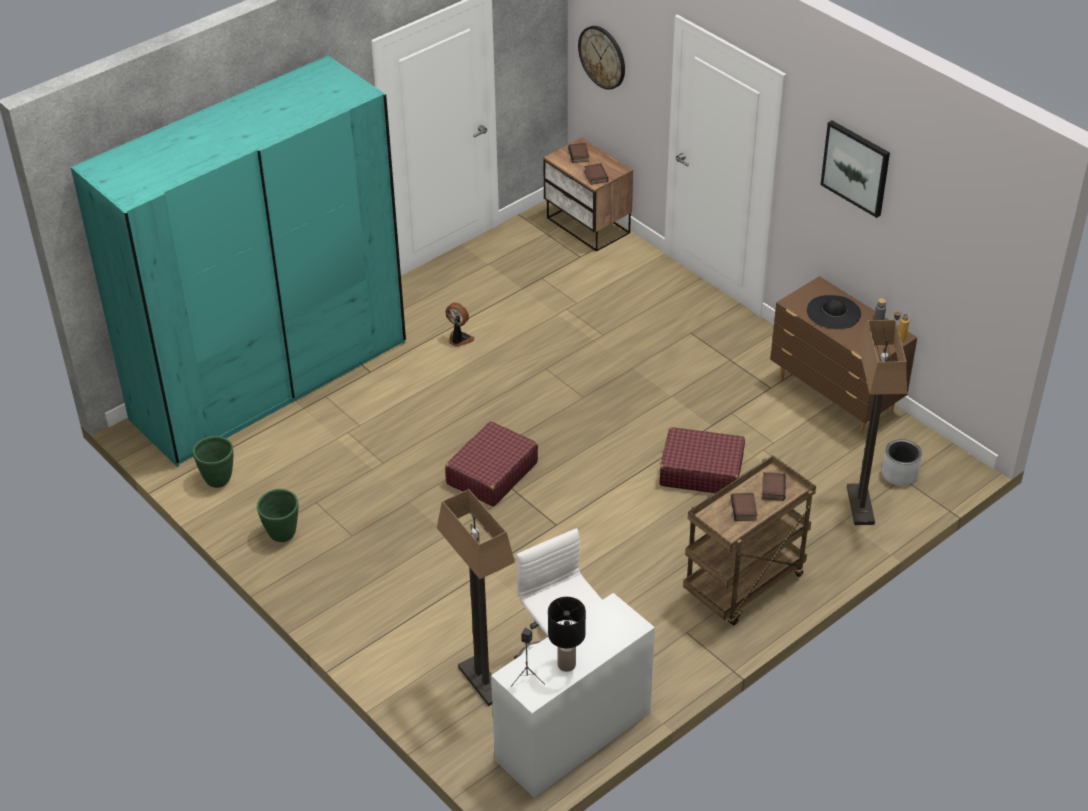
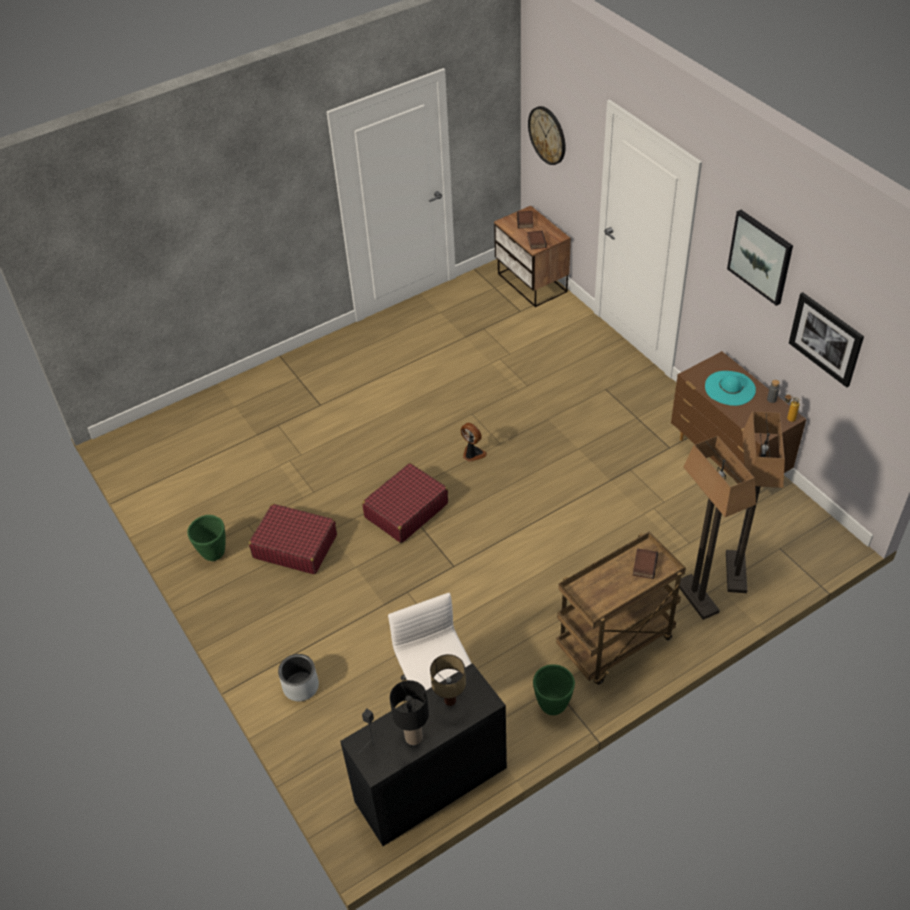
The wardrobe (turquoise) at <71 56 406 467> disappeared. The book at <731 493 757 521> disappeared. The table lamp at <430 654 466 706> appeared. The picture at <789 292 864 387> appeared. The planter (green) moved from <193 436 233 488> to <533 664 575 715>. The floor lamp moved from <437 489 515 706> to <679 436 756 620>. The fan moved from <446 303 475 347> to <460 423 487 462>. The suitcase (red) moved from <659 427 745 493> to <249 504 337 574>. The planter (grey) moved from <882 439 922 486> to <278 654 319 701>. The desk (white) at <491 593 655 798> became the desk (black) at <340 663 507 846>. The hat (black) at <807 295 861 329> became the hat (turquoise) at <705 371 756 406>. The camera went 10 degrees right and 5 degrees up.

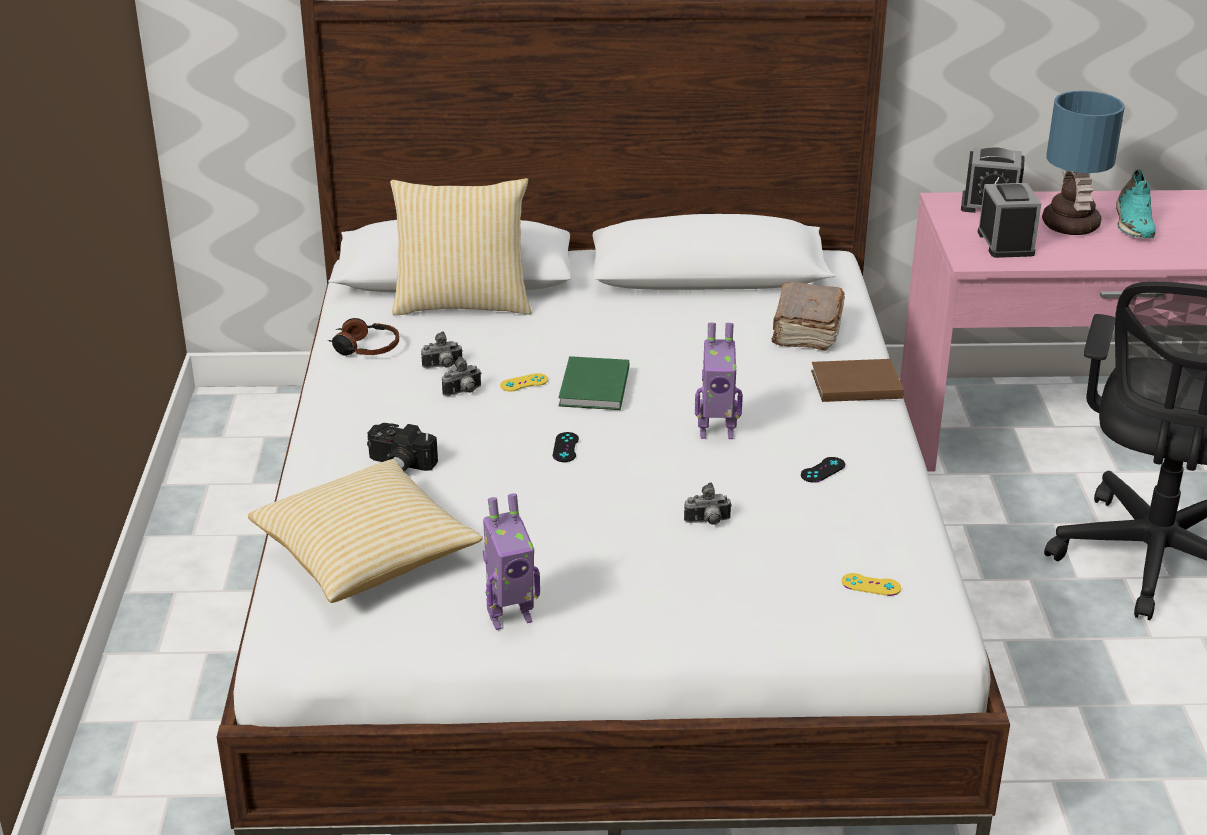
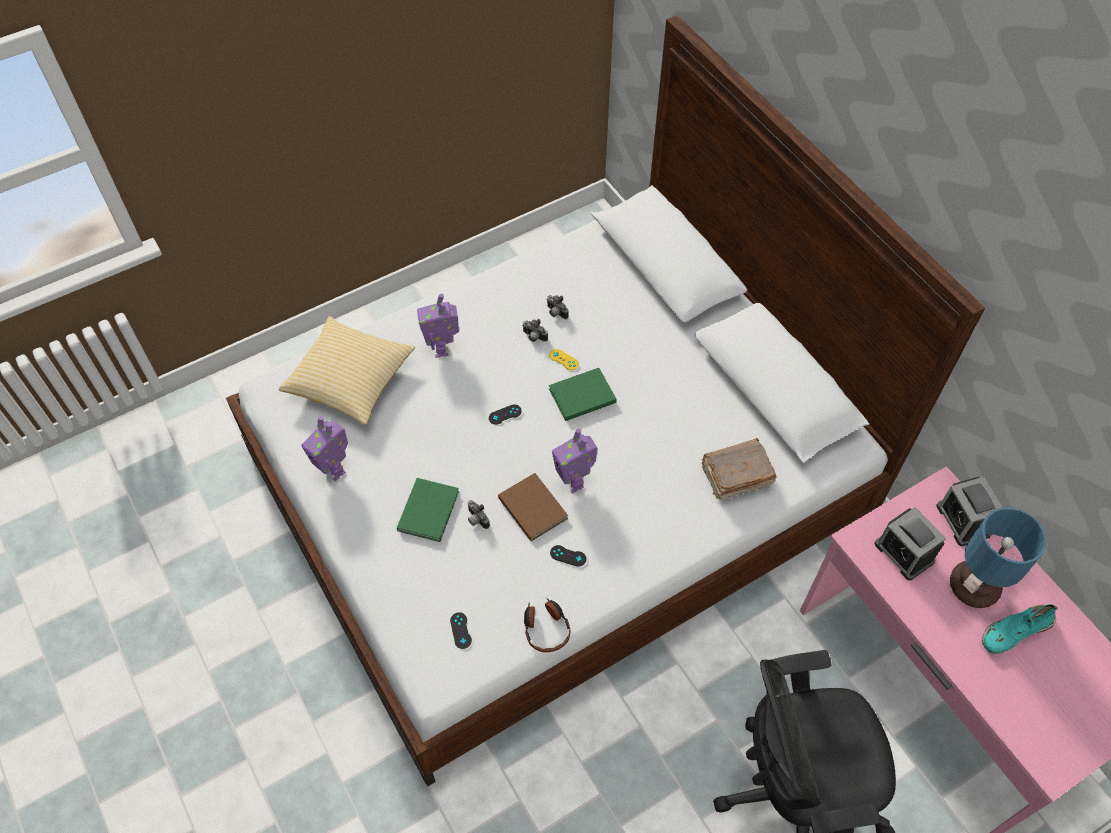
The pillow at <390 178 532 316> disappeared. The book (green) at <397 478 459 542> appeared. The headphones moved from <328 318 399 356> to <524 598 571 652>. The book (brown) moved from <811 359 904 402> to <498 473 568 541>. The photo camera at <367 423 438 472> was replaced by the toy robot at <417 294 459 358>. The game controller (yellow) at <841 573 901 596> became the game controller (black) at <450 612 472 649>. The alarm clock at <977 183 1041 258> turned 90 degrees clockwise. The camera went 60 degrees right and 25 degrees up.

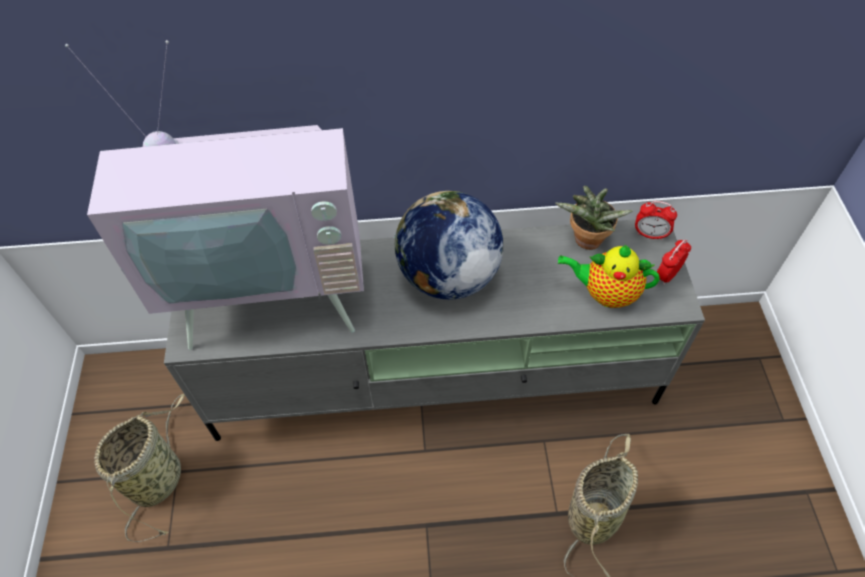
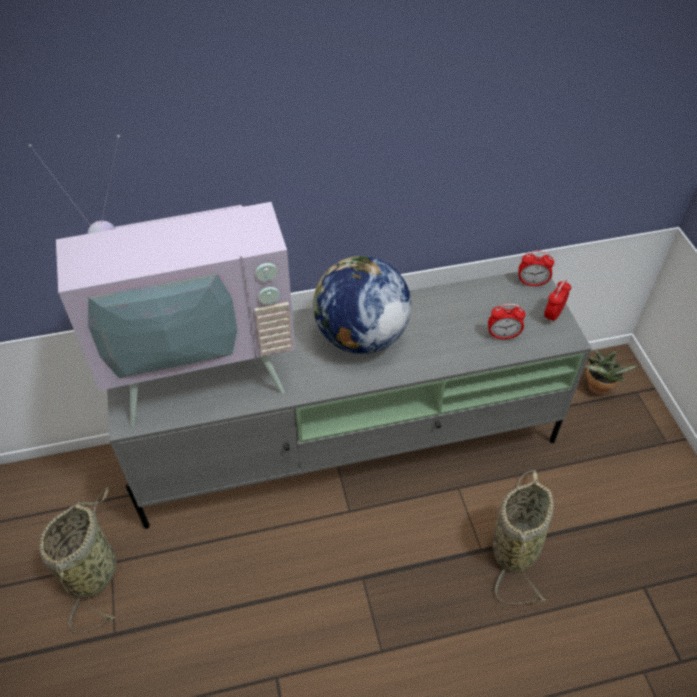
The potted plant moved from <555 186 633 250> to <586 349 638 395>. The teapot at <558 245 660 308> was replaced by the alarm clock at <488 304 525 339>. The camera went 10 degrees left and 5 degrees down.

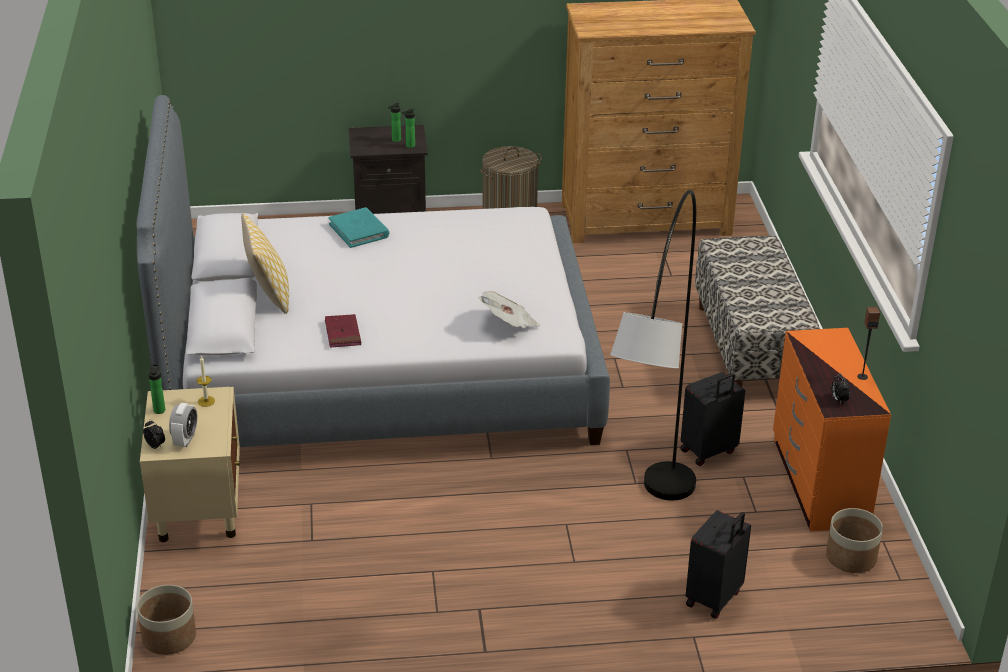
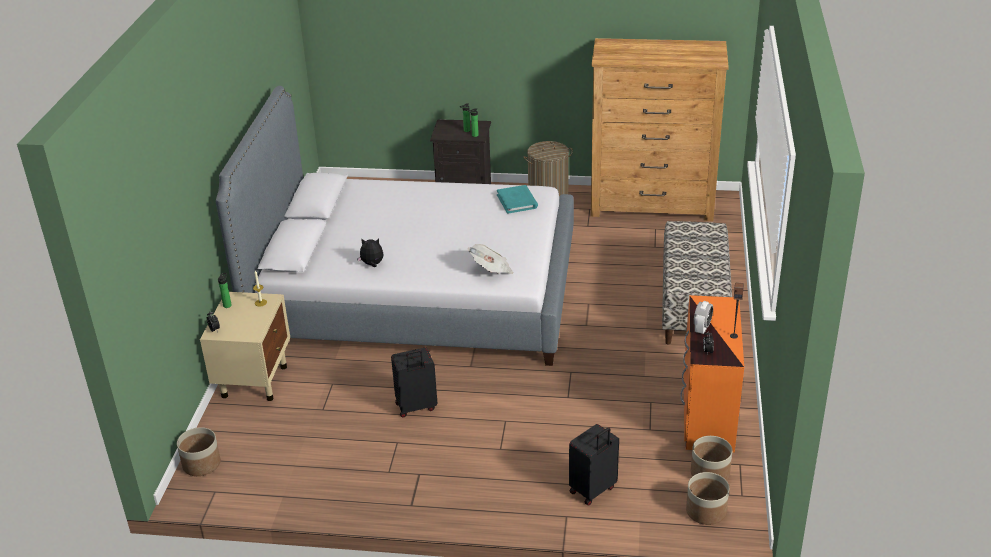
The pillow at <241 214 289 314> disappeared. The floor lamp (grey) at <610 190 696 501> disappeared. The planter at <686 472 729 525> appeared. The alarm clock moved from <169 403 197 447> to <694 301 713 334>. The book (turquoise) moved from <329 207 389 248> to <497 185 538 214>. The suitcase (black) moved from <680 372 745 466> to <391 347 438 418>. The book (red) at <325 314 361 348> was replaced by the plush toy at <357 238 383 267>. The camera went 15 degrees right and 0 degrees up.

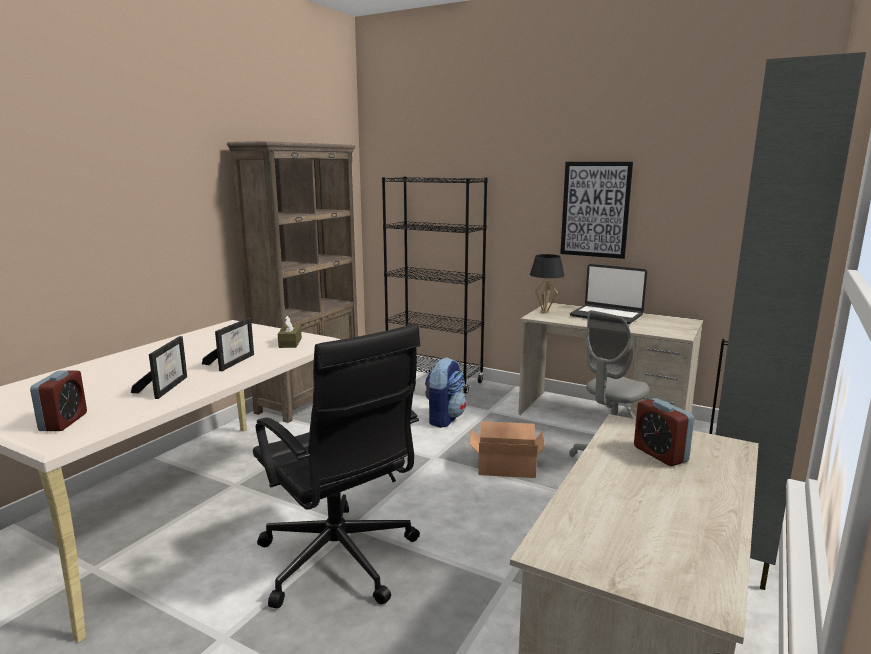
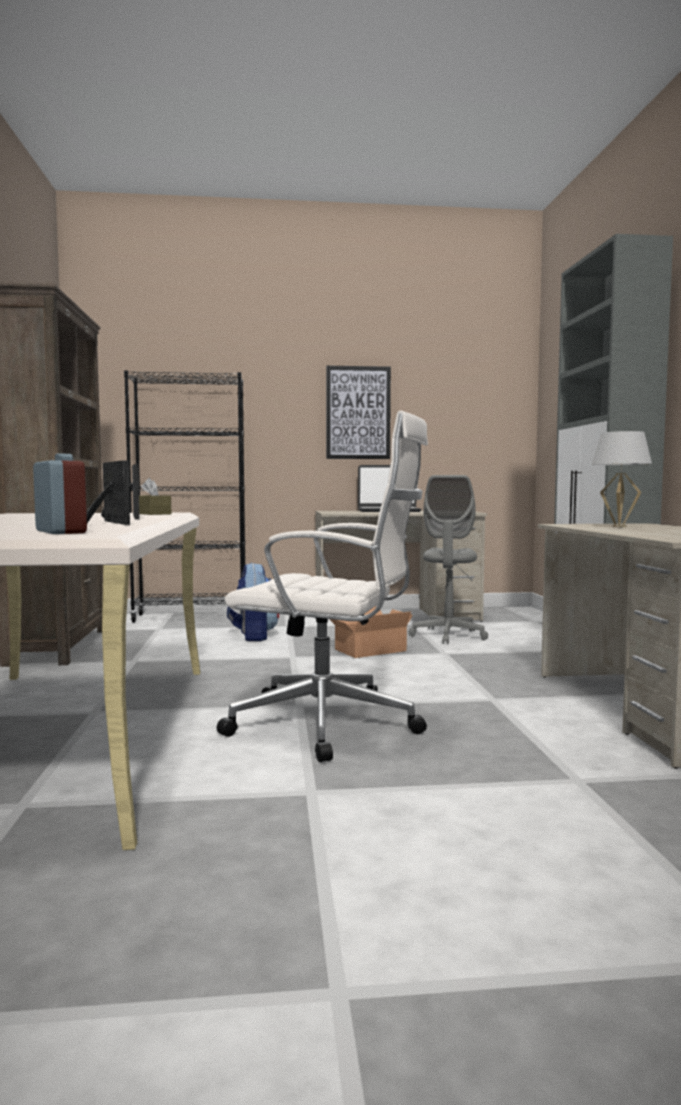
The table lamp (black) at <530 254 564 313> disappeared. The alarm clock at <634 398 694 466> was replaced by the table lamp (white) at <592 431 652 527>. The office chair (black) at <253 324 420 608> became the office chair (white) at <217 411 428 762>. The camera went 35 degrees left and 10 degrees down.

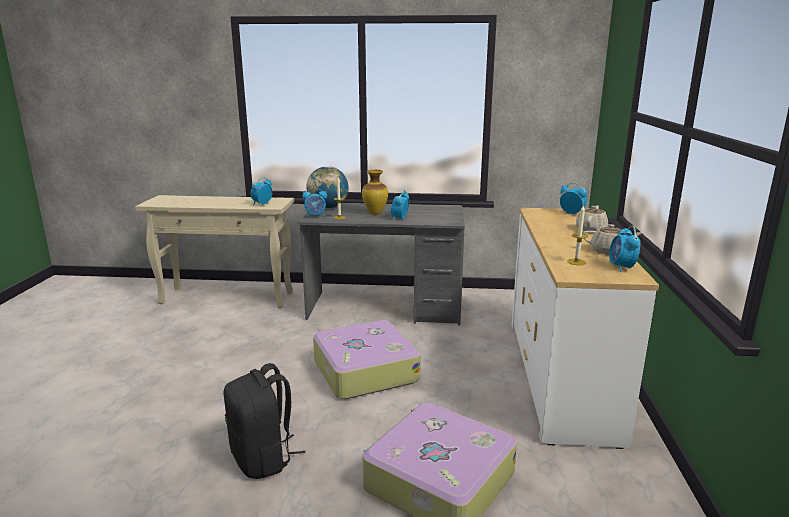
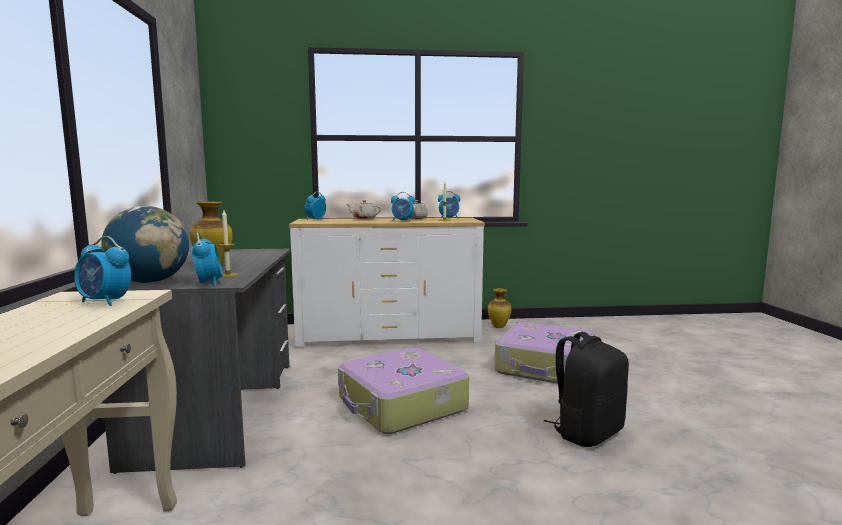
The vase at <488 288 511 328> appeared. The alarm clock moved from <391 190 409 221> to <391 192 415 221>. The camera went 100 degrees left and 10 degrees down.

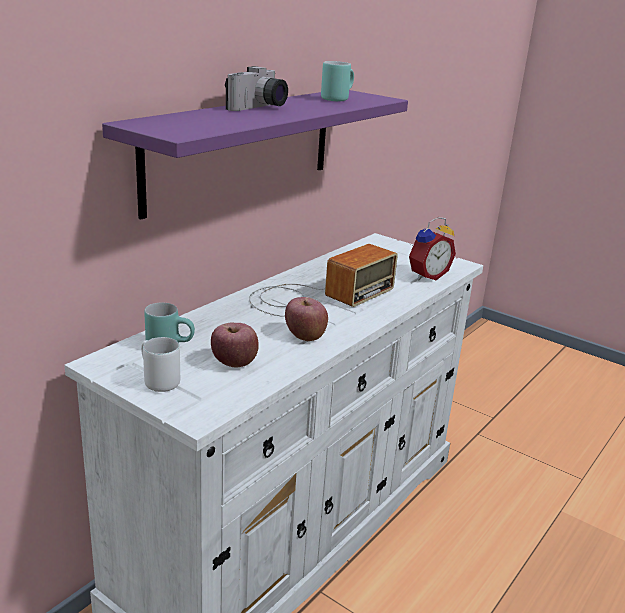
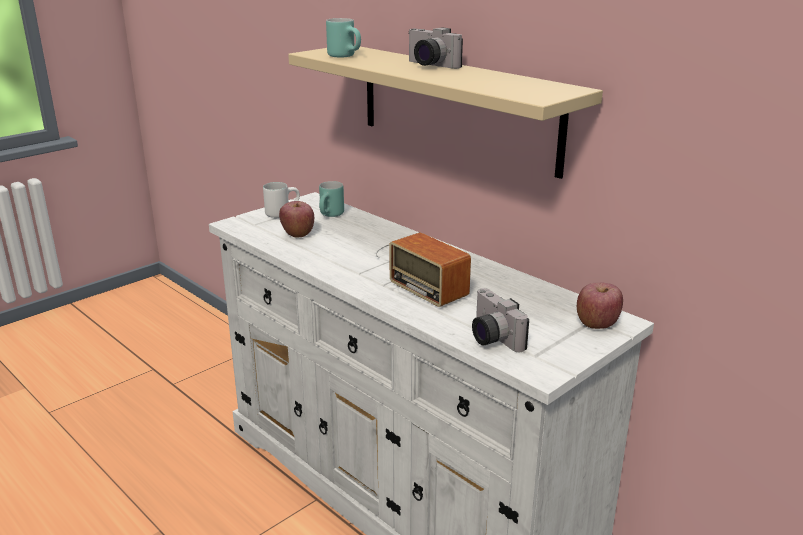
The apple moved from <285 297 328 341> to <577 282 623 329>. The mug (turquoise) moved from <321 61 354 101> to <326 18 361 58>. The alarm clock at <409 217 456 280> was replaced by the photo camera at <472 288 529 352>. The shelf (purple) at <102 90 408 220> became the shelf (beige) at <288 45 603 179>. The camera went 100 degrees right and 0 degrees up.

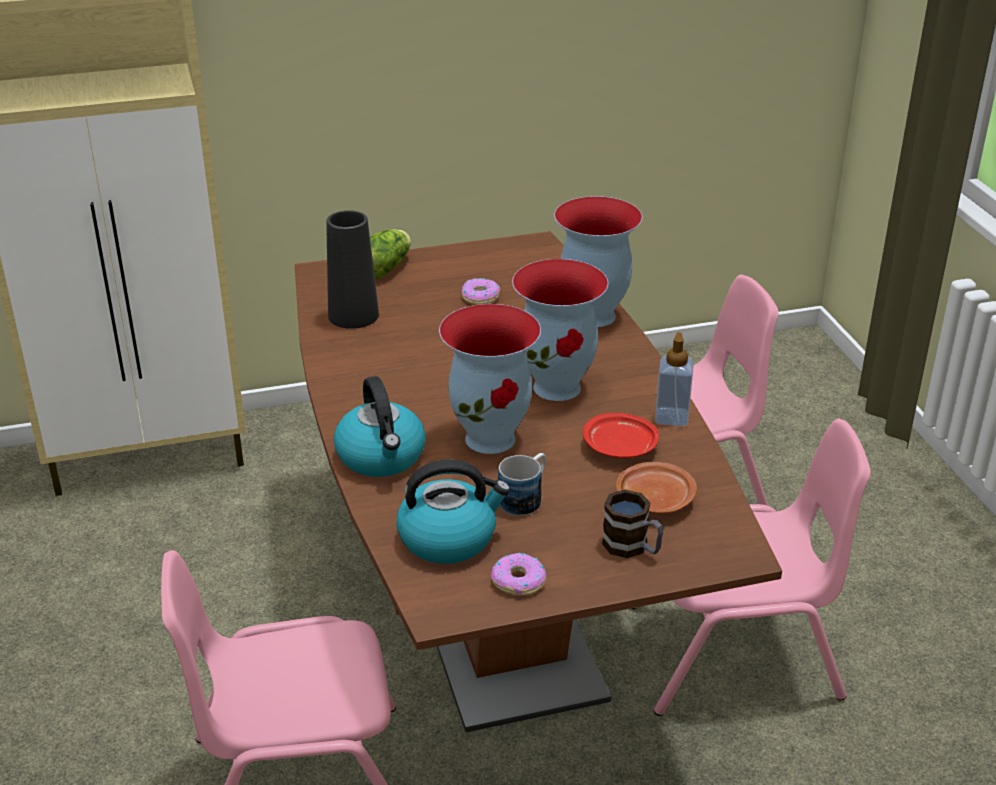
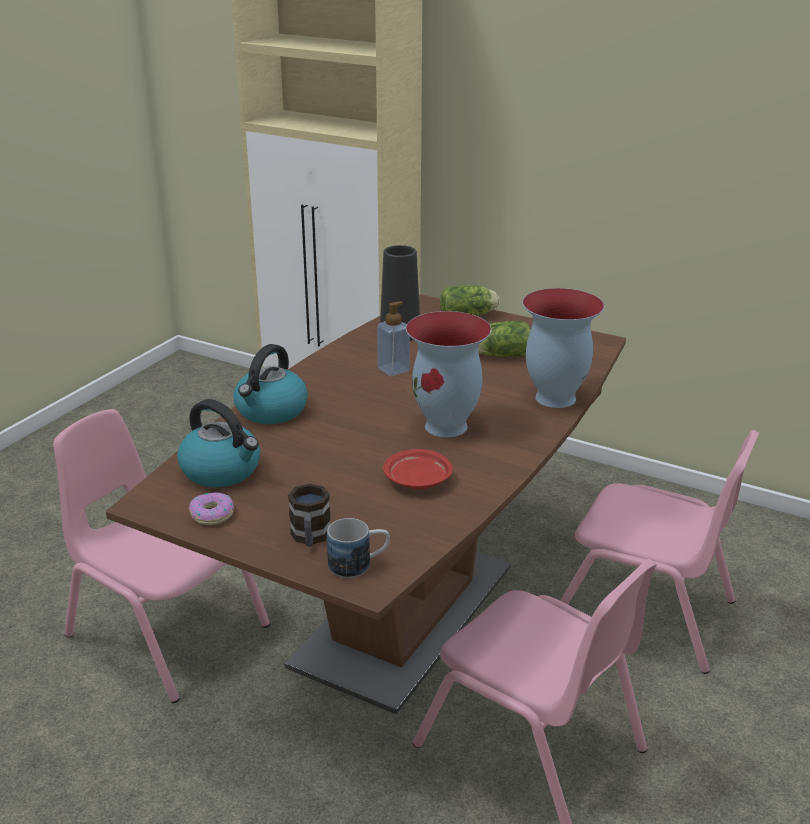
The vase at <439 304 541 454> disappeared. The plate (brown) at <616 462 697 514> disappeared. The mug moved from <498 453 546 516> to <327 518 390 578>. The soap dispenser moved from <655 332 694 427> to <377 301 410 376>. The donut at <461 278 500 305> was replaced by the lettuce at <478 321 531 357>. The camera went 45 degrees right and 5 degrees down.

